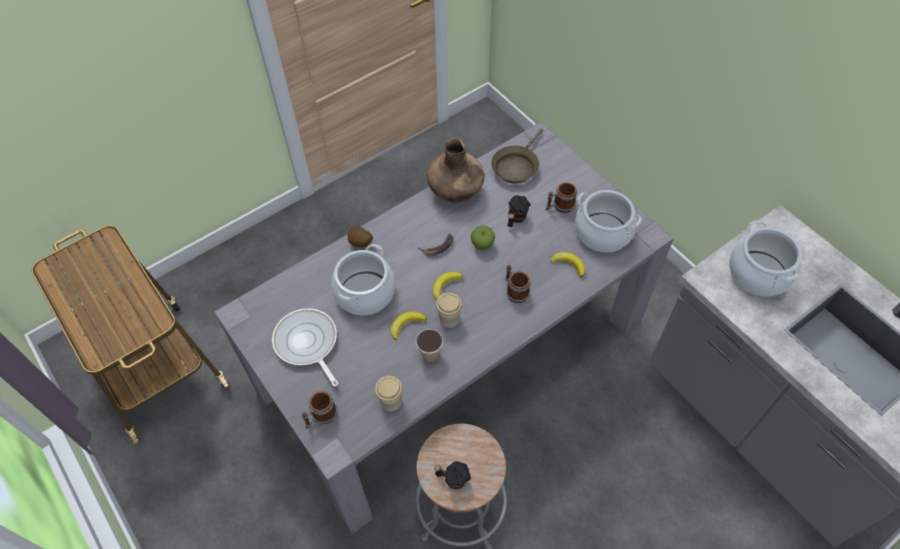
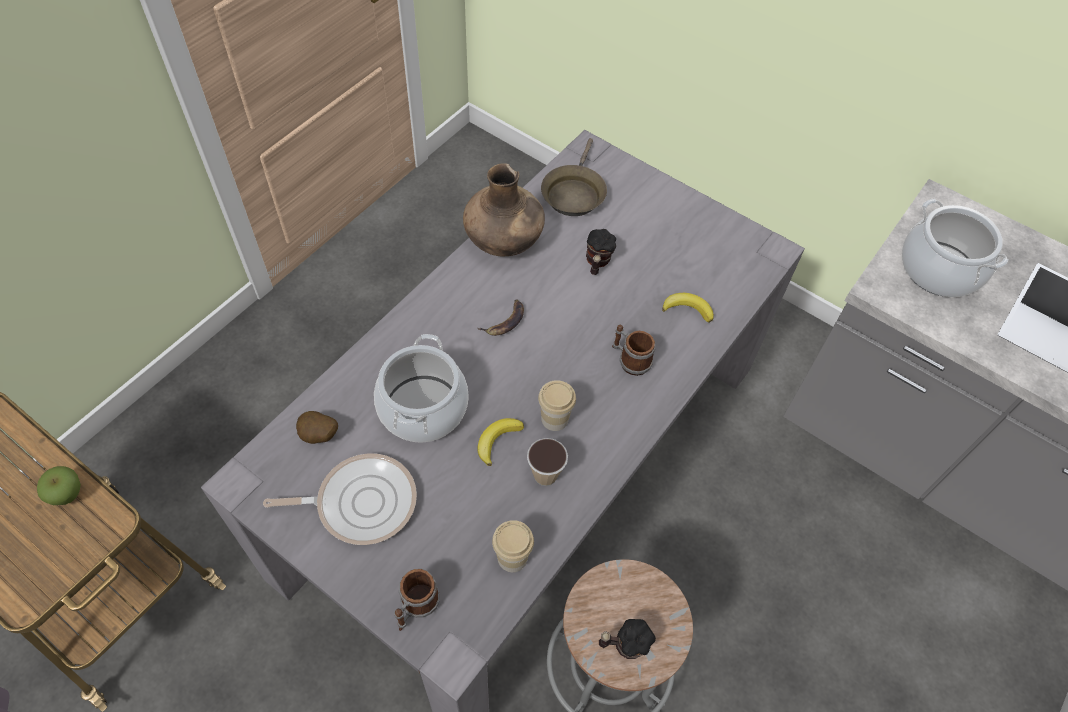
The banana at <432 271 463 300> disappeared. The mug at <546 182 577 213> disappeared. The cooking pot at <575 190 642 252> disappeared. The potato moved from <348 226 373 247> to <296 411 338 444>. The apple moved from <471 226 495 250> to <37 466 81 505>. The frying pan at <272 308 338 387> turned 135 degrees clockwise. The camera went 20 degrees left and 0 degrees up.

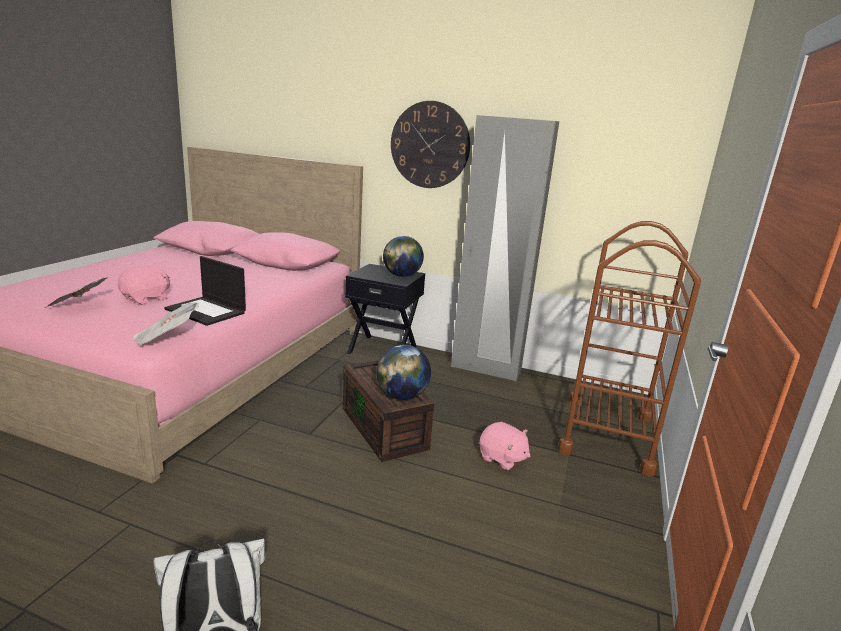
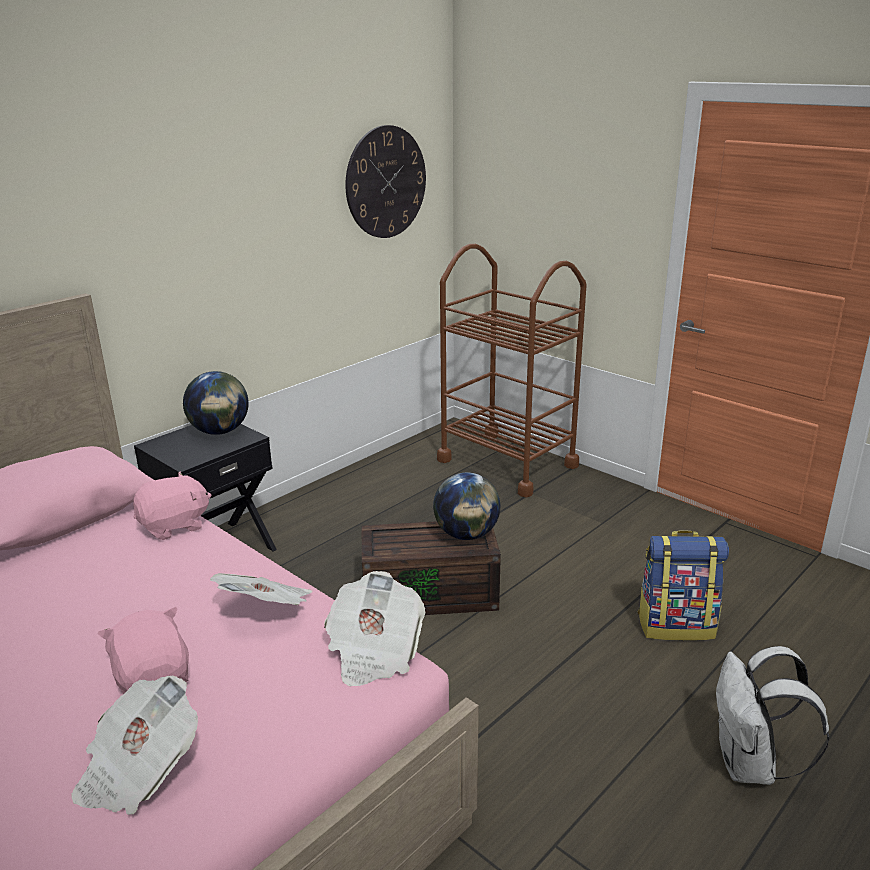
The wardrobe (grey) at <451 115 559 381> disappeared. The backpack at <638 530 729 641> appeared. The wall clock moved from <391 101 470 188> to <345 125 426 238>. The plush toy (pink) moved from <479 422 530 470> to <133 472 211 540>. The laptop at <164 256 246 326> was replaced by the newspaper at <210 573 313 605>. The camera went 65 degrees left and 5 degrees up.

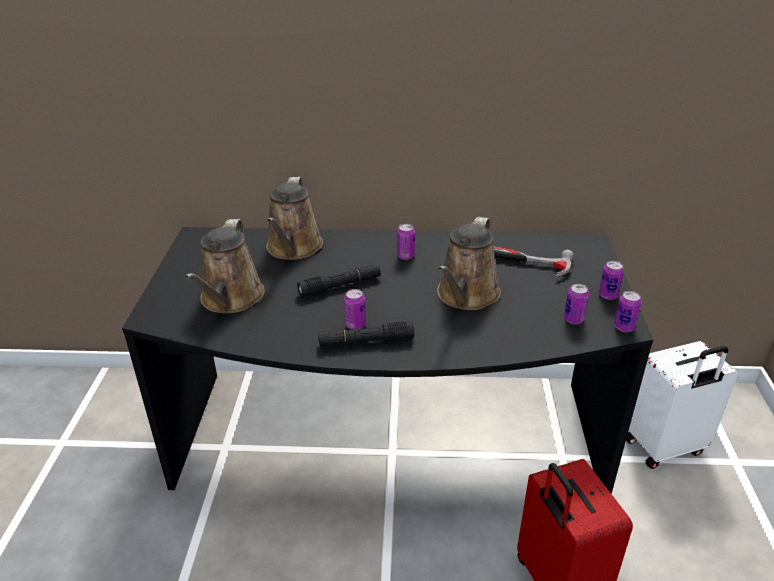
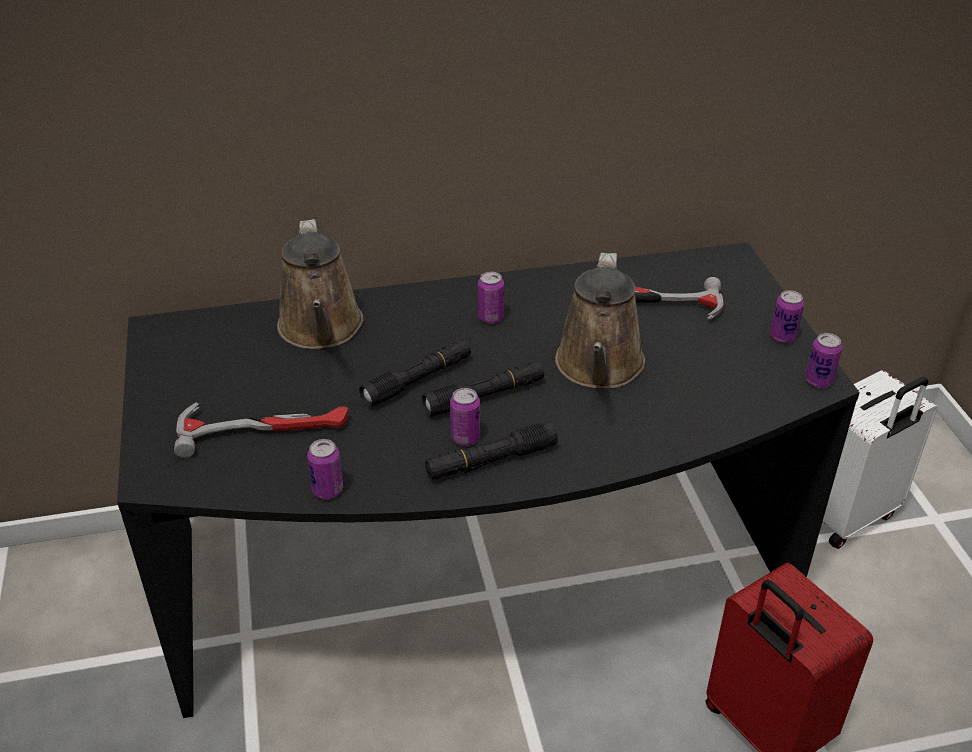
The flashlight (black) at <422 361 544 417> appeared. The can moved from <564 284 589 325> to <307 439 343 499>. The watering can (brown) at <184 219 265 314> was replaced by the hammer at <174 402 348 458>. The camera went 15 degrees left and 5 degrees up.

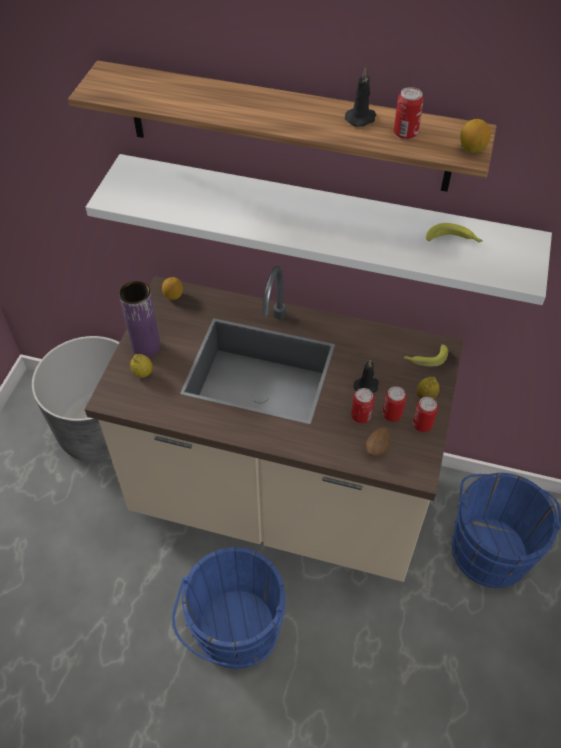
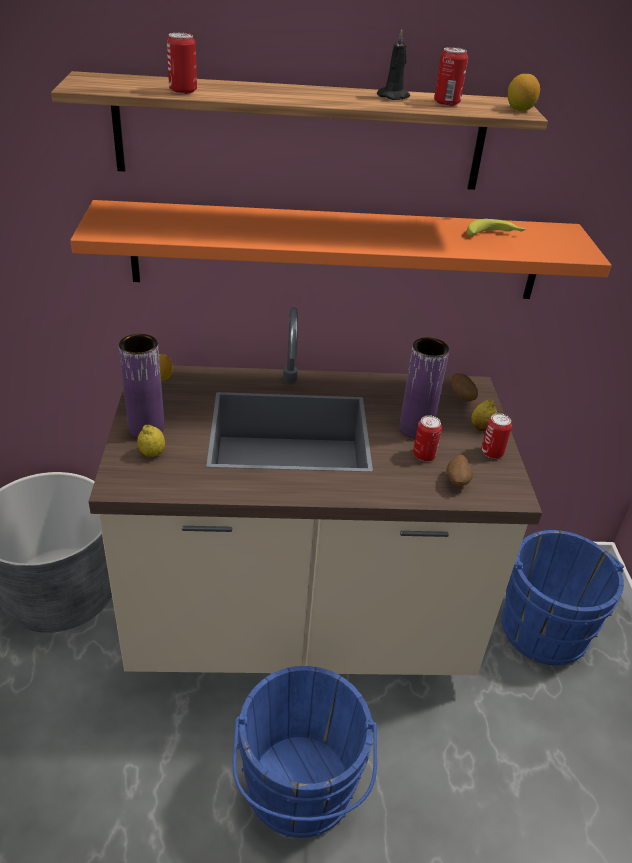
The can moved from <382 386 406 422> to <167 33 197 94>. The candle (black) at <354 360 379 393> was replaced by the vase (purple) at <399 337 450 438>. The banana at <403 344 448 366> was replaced by the potato at <451 373 478 401>. The shelf (white) at <86 154 552 305> became the shelf (orange) at <70 200 611 299>. The camera went 20 degrees left and 15 degrees down.

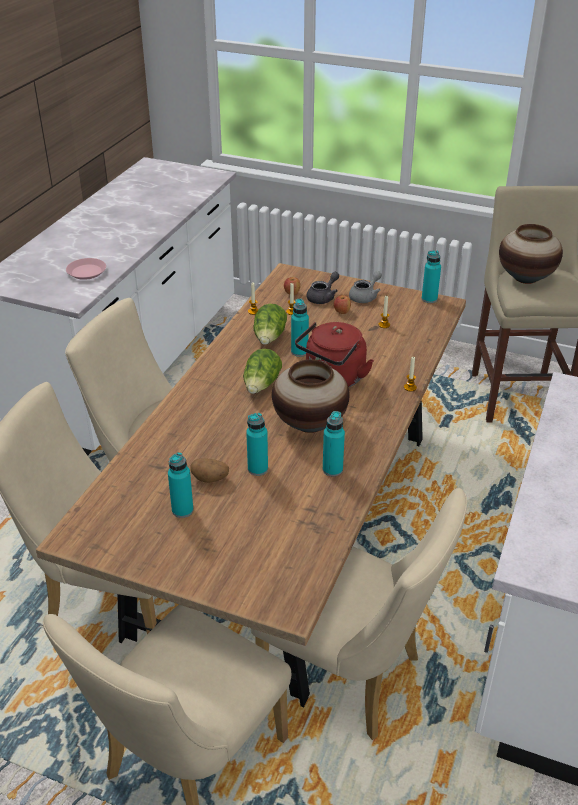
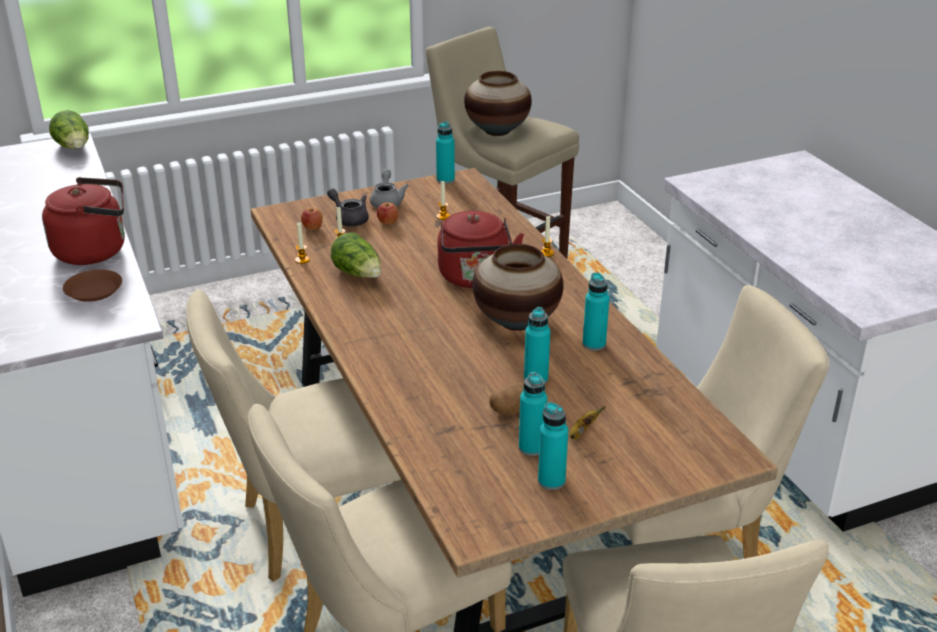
The kettle (red) at <42 177 125 265> appeared. The banana at <570 406 606 439> appeared. The lettuce moved from <243 349 282 394> to <49 110 89 149>. The bottle (turquoise) moved from <291 299 309 357> to <538 402 568 490>. The plate (pink) at <66 258 106 280> became the plate (brown) at <63 269 122 302>. The teapot (grey) at <306 272 339 304> turned 45 degrees counterclockwise. The camera went 45 degrees left and 5 degrees down.

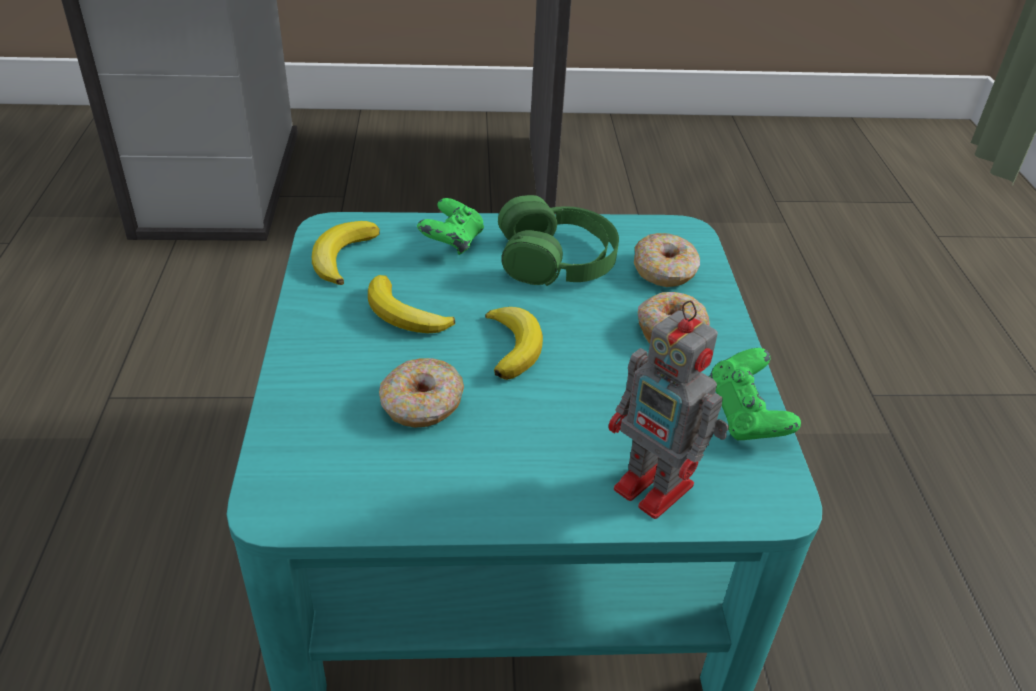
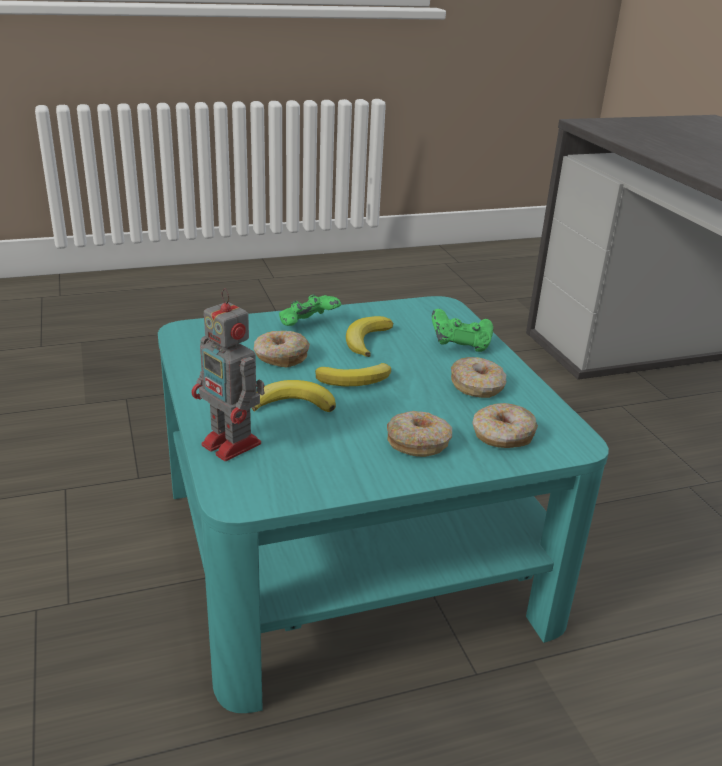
The banana moved from <312 221 380 285> to <252 380 336 412>. The game controller (green) moved from <709 348 801 441> to <279 294 341 326>. The headphones (green) at <498 195 619 286> was replaced by the donut at <451 357 506 398>. The toy robot at <609 301 729 519> turned 75 degrees counterclockwise. The camera went 75 degrees right and 10 degrees down.

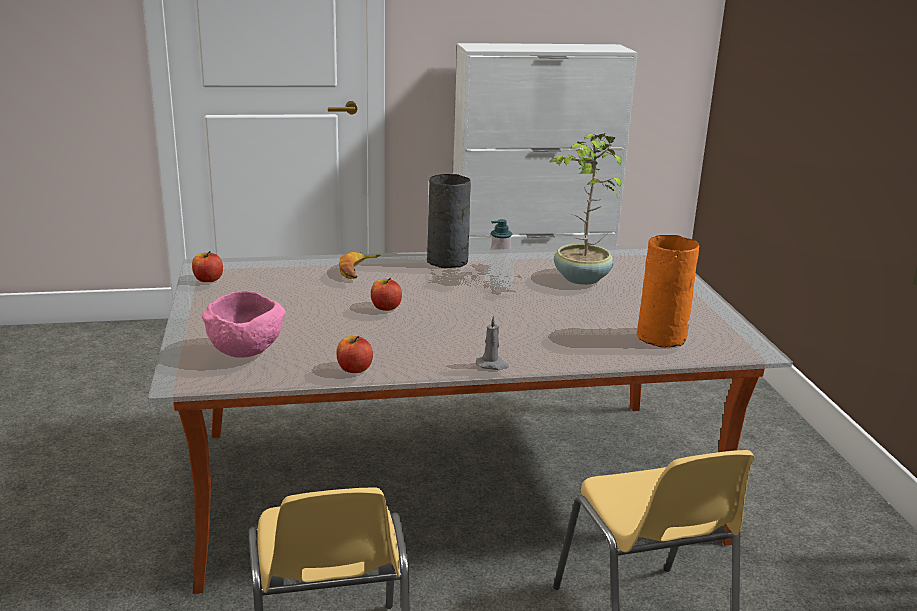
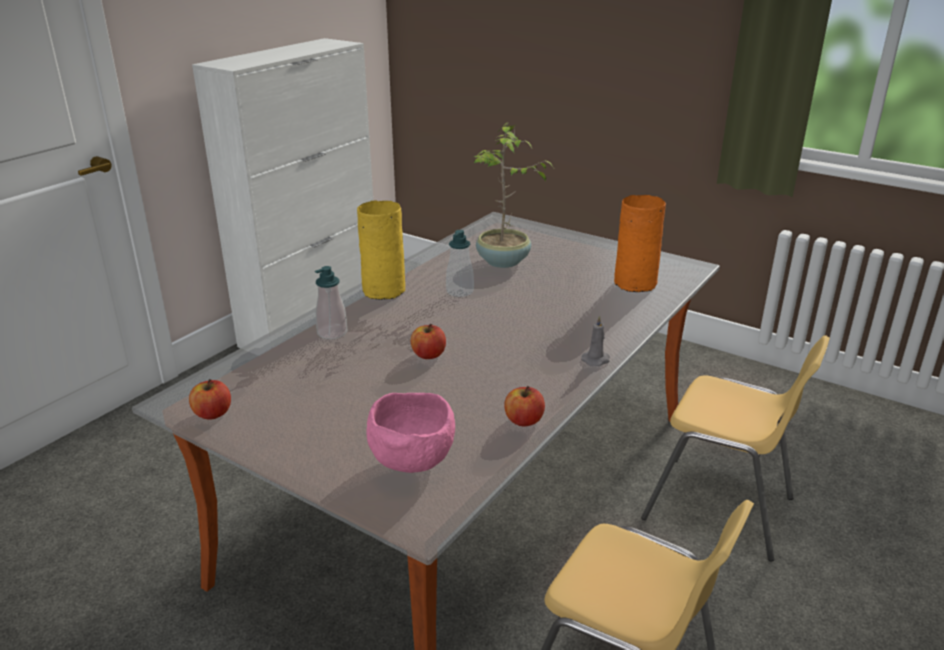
The banana at <339 252 381 279> was replaced by the soap dispenser at <315 266 347 339>. The vase (grey) at <427 174 471 268> became the vase (yellow) at <357 201 405 300>. The camera went 45 degrees left and 5 degrees up.

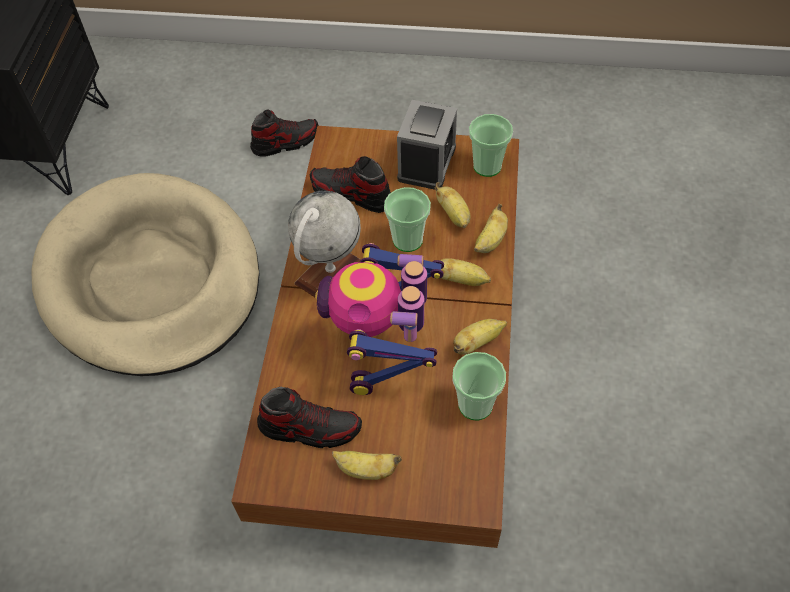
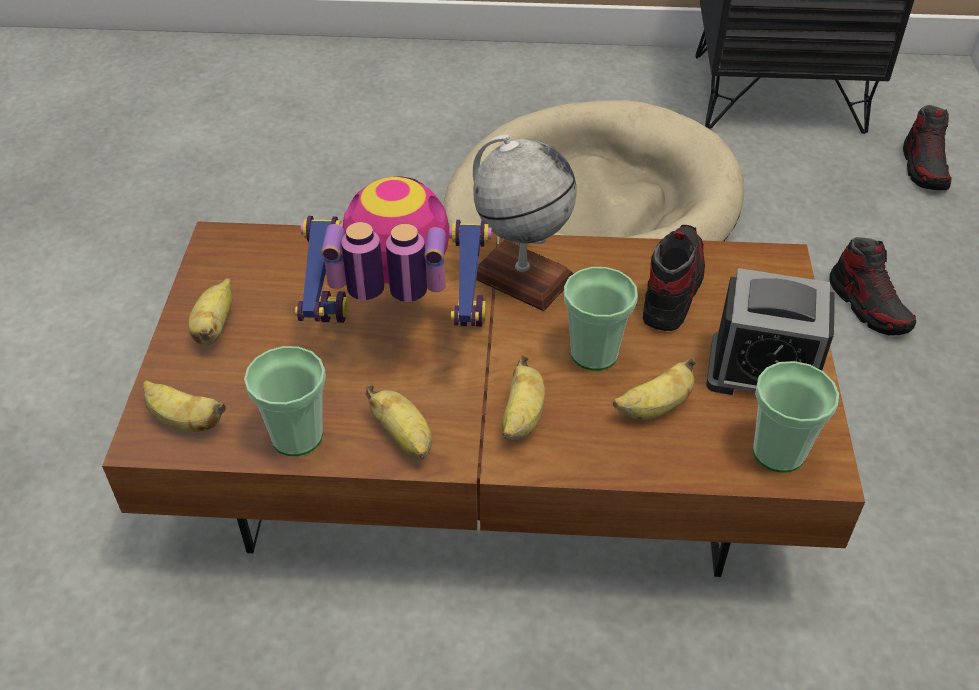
The shoe moved from <257 387 362 448> to <903 105 951 190>. The banana moved from <474 204 508 253> to <143 380 226 432>. The camera went 85 degrees right and 10 degrees down.

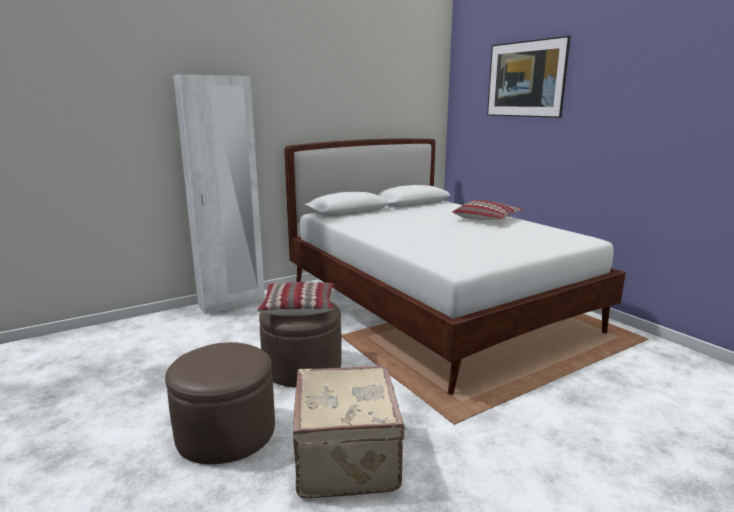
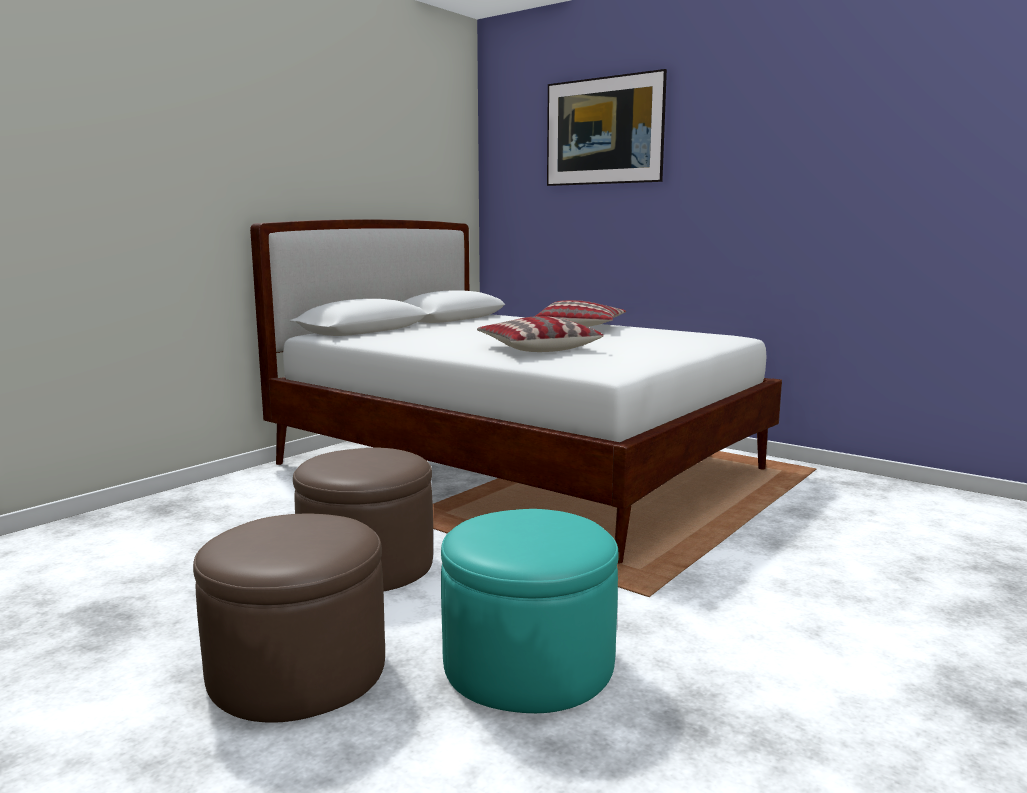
The wardrobe (white) at <173 74 265 314> disappeared. The pillow moved from <257 282 334 316> to <477 316 604 352>. The suitcase (beige) at <293 365 406 498> was replaced by the ottoman (turquoise) at <441 509 619 713>. The camera went 20 degrees left and 5 degrees down.

